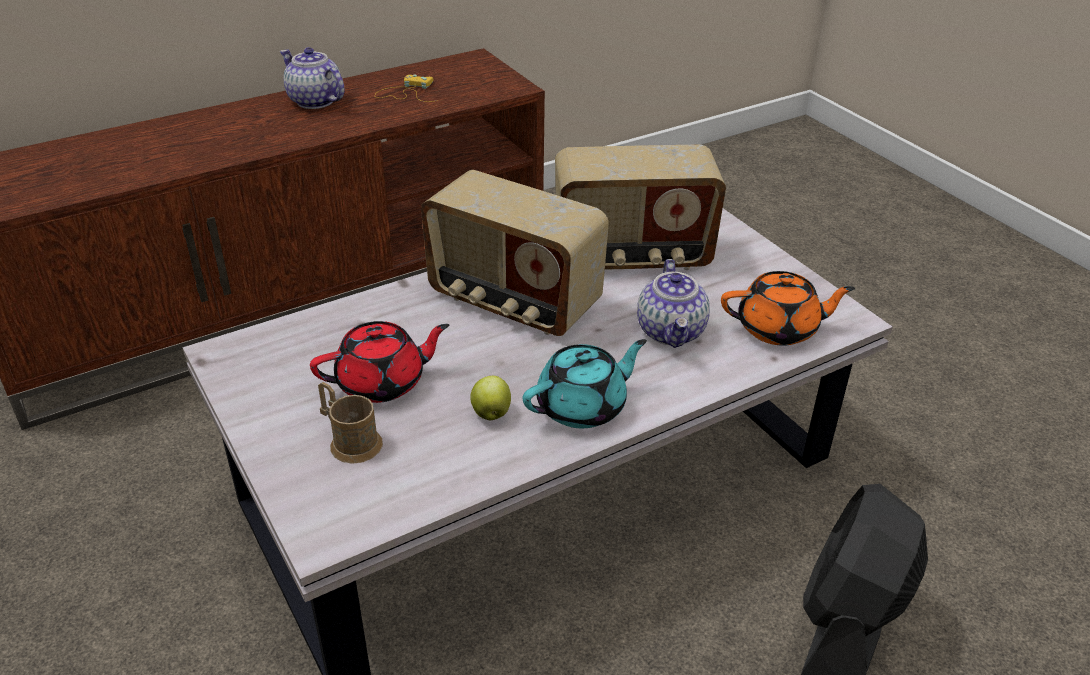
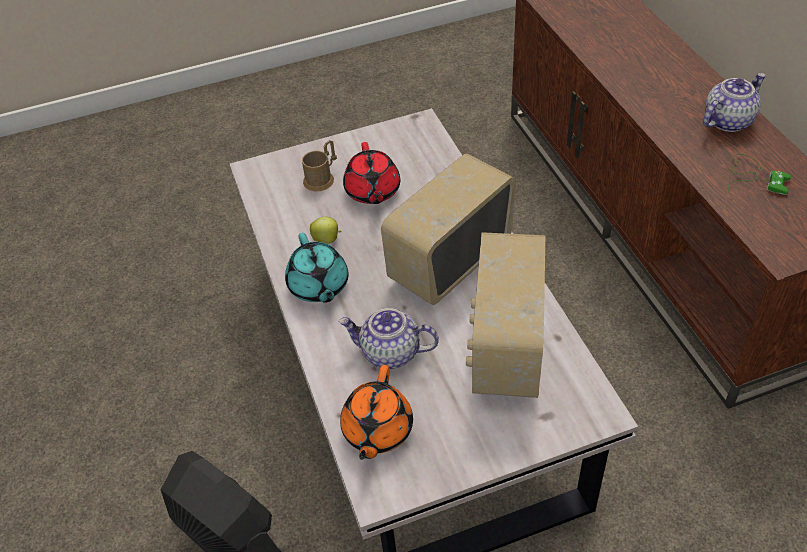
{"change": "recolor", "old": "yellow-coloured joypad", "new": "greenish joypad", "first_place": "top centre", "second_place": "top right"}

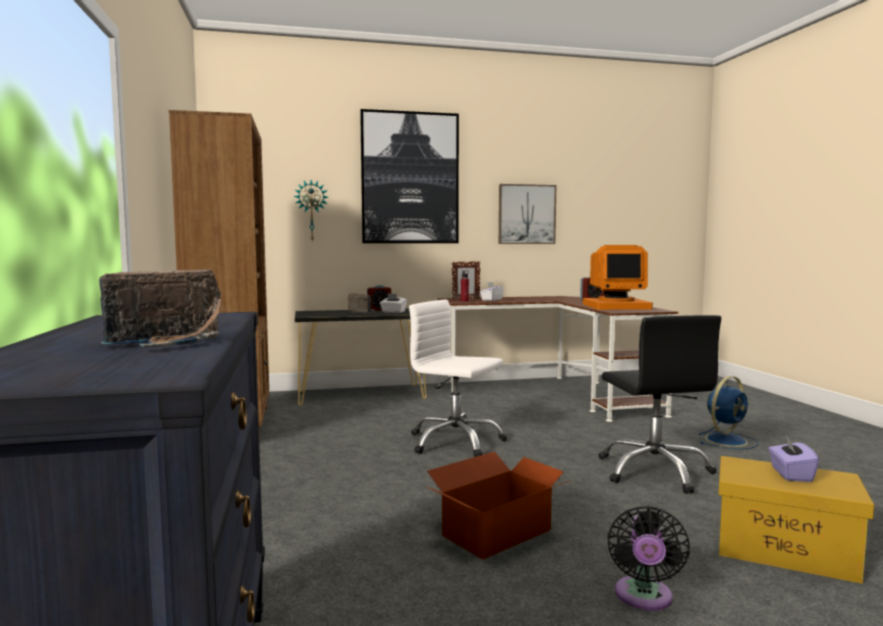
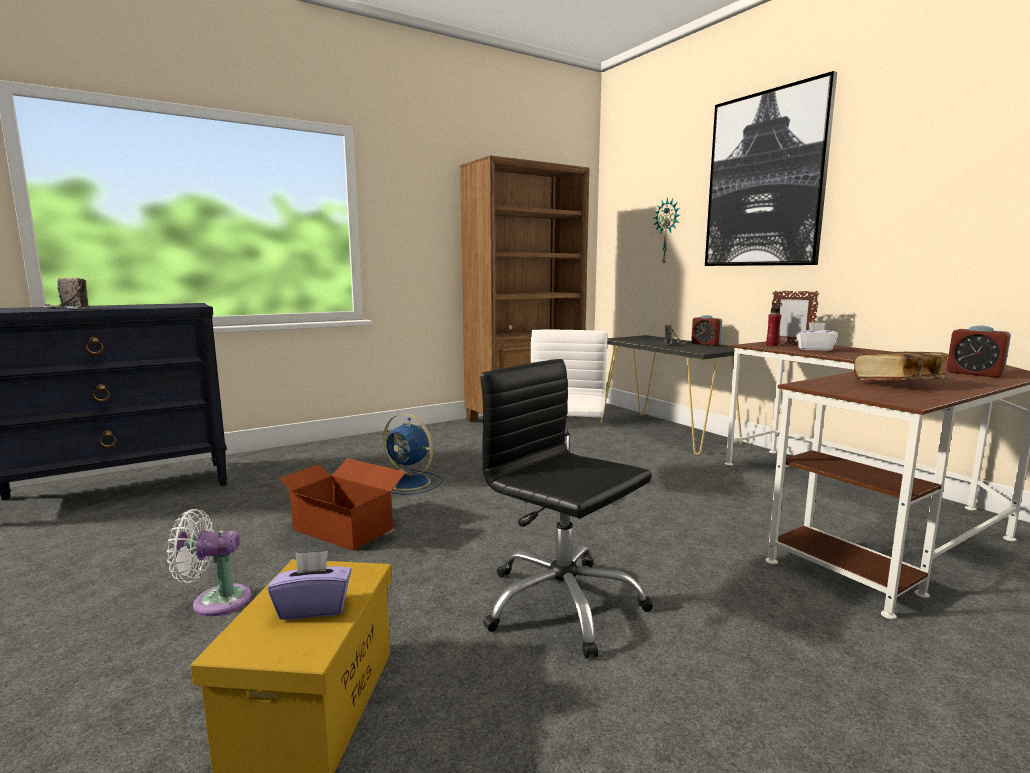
{"change": "delete", "old": "picture (2nd from left)", "first_place": "centre"}
{"change": "replace", "old": "computer screen", "new": "volume", "first_place": "middle right", "second_place": "middle right"}
{"change": "delete", "old": "white box of tissues (1st from left)", "first_place": "centre"}
{"change": "rotate", "old": "black computer chair", "first_place": "middle right", "second_place": "centre", "degrees": 75}
{"change": "move", "old": "blue cooling fan", "first_place": "middle right", "second_place": "centre"}
{"change": "recolor", "old": "black cooling fan", "new": "white cooling fan", "first_place": "bottom right", "second_place": "bottom left"}

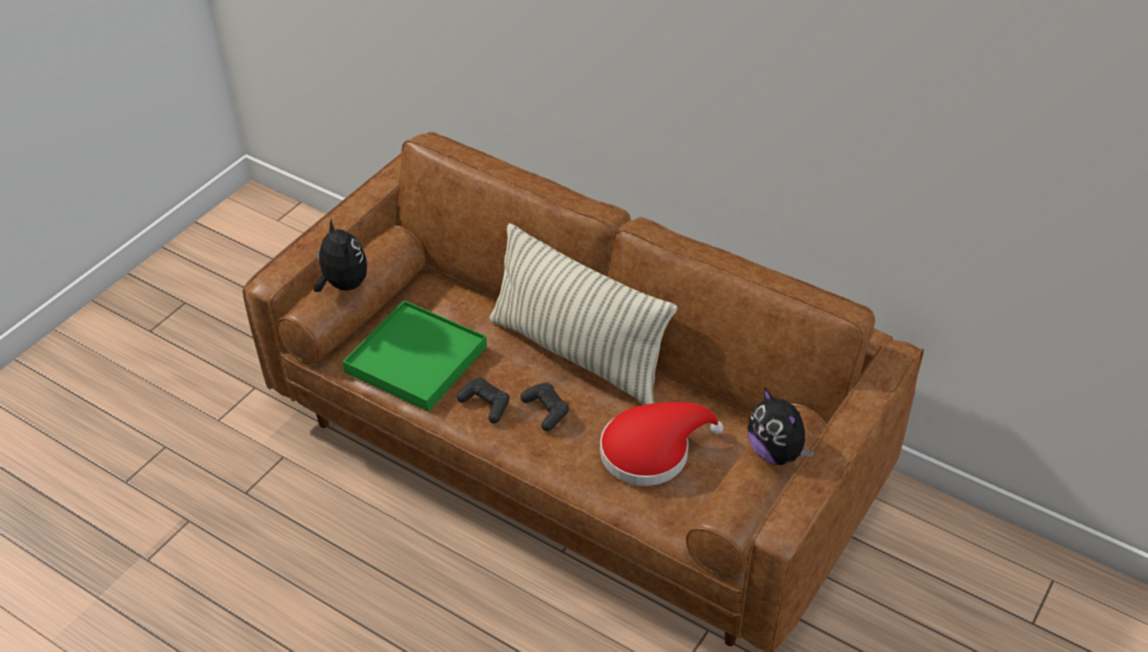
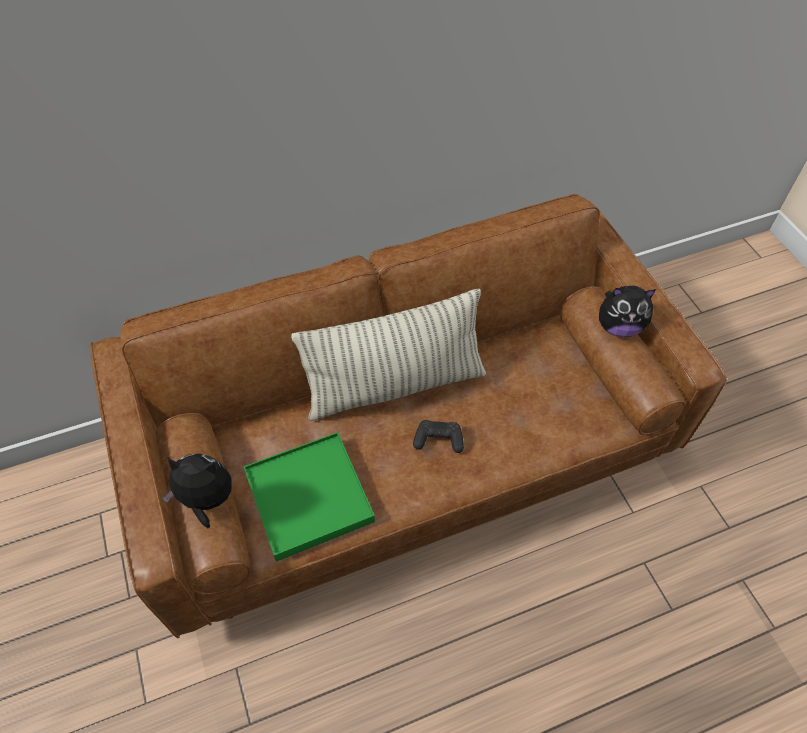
{"change": "delete", "old": "black joypad (1st from left)", "first_place": "centre"}
{"change": "delete", "old": "reddish clothing hat", "first_place": "bottom centre"}

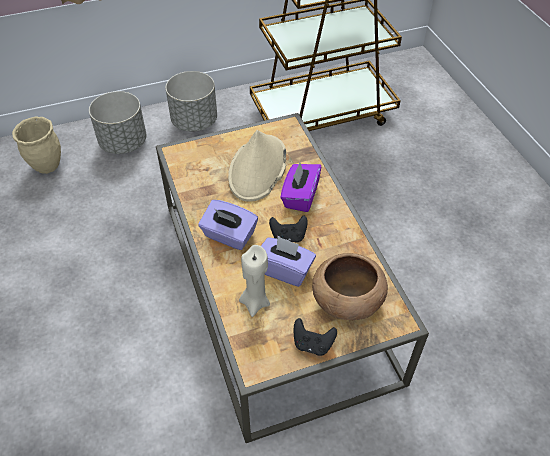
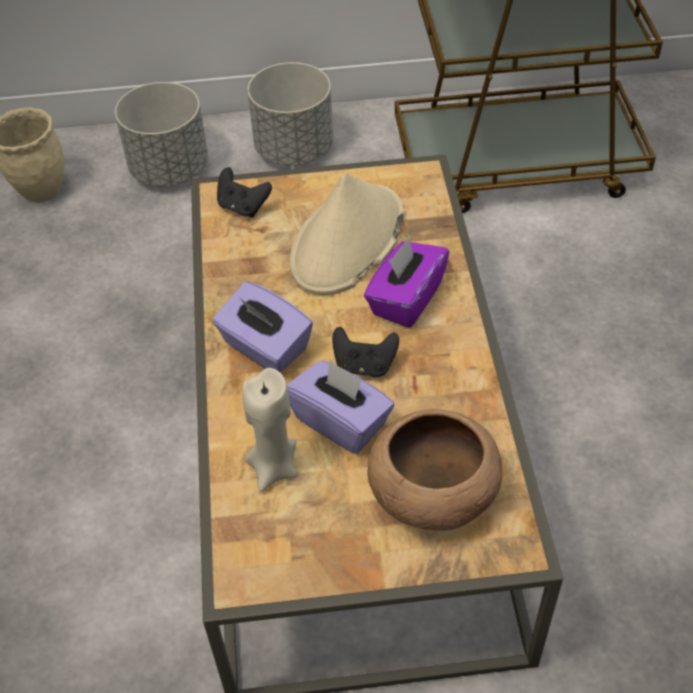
{"change": "move", "old": "black joypad (2nd from left in the first image)", "new": "black joypad (1st from left)", "first_place": "bottom centre", "second_place": "top centre"}

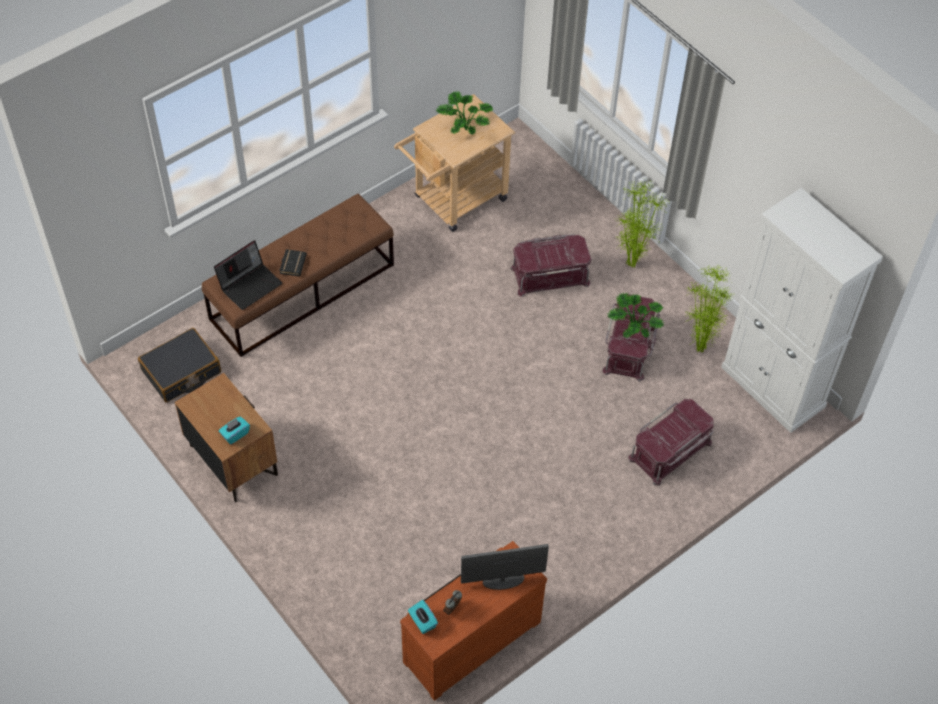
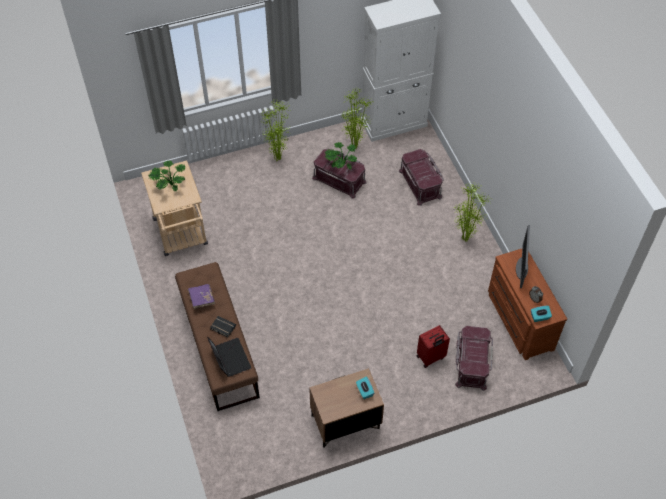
{"change": "move", "old": "reddish storage box (1st from left in the first image)", "new": "reddish storage box (3rd from left)", "first_place": "centre", "second_place": "bottom right"}
{"change": "delete", "old": "black suitcase", "first_place": "middle left"}
{"change": "insert", "new": "potted plant (5th from left)", "second_place": "middle right"}
{"change": "insert", "new": "purple volume", "second_place": "middle left"}
{"change": "insert", "new": "reddish suitcase", "second_place": "bottom centre"}

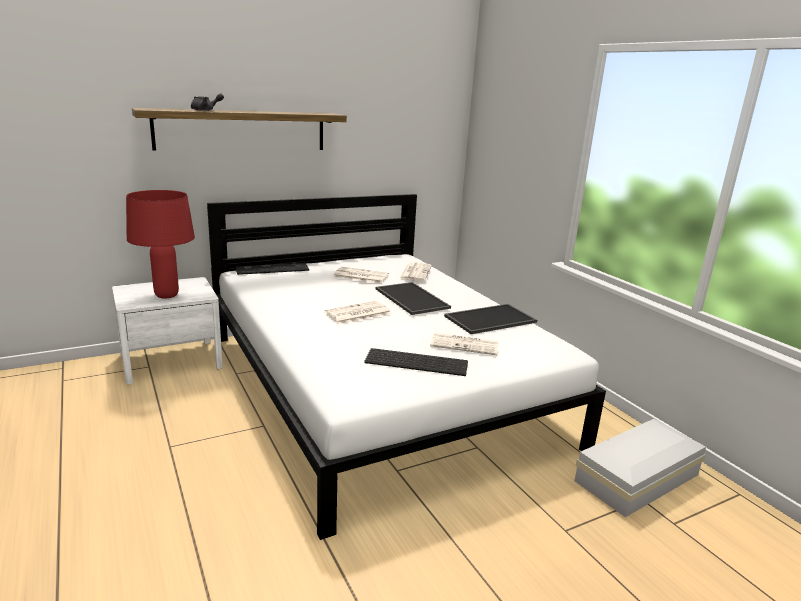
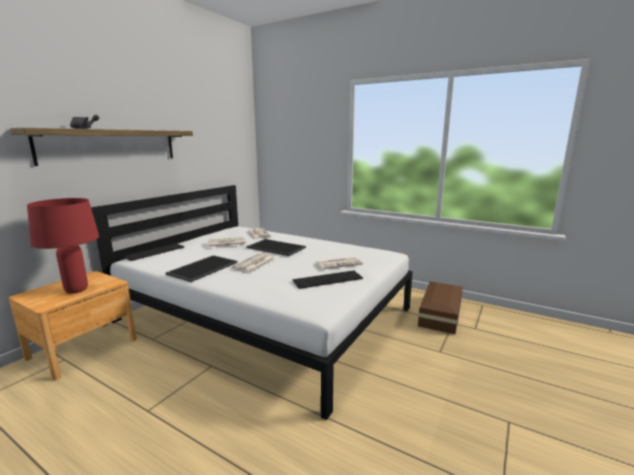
{"change": "recolor", "old": "white nightstand", "new": "brown nightstand", "first_place": "middle left", "second_place": "bottom left"}
{"change": "move", "old": "carrying tray (2nd from left in the first image)", "new": "carrying tray (1st from left)", "first_place": "centre", "second_place": "middle left"}
{"change": "recolor", "old": "white storage box", "new": "brown storage box", "first_place": "bottom right", "second_place": "middle right"}

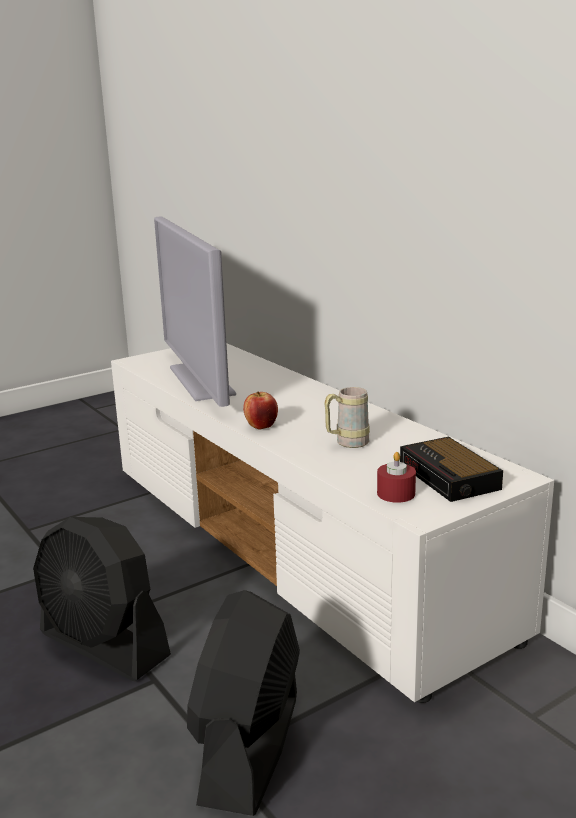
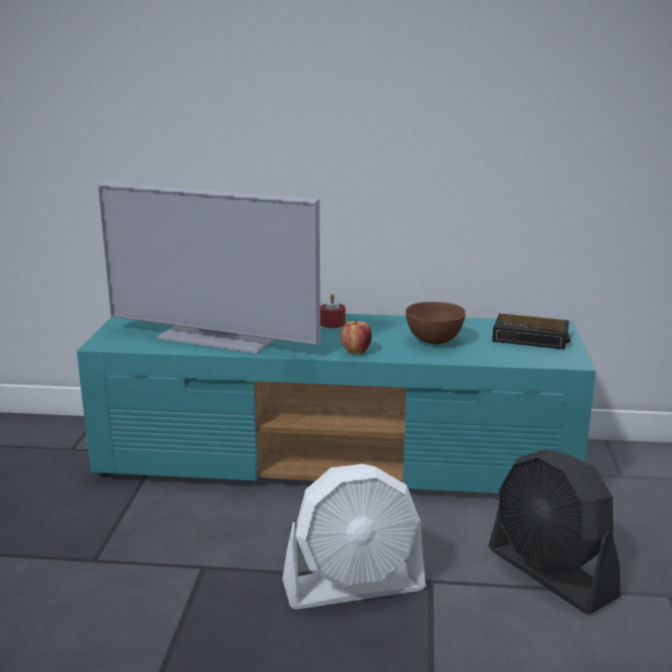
{"change": "recolor", "old": "white tv unit", "new": "blue-green tv unit", "first_place": "centre", "second_place": "centre"}
{"change": "replace", "old": "beige-coloured mug", "new": "brown serving bowl", "first_place": "centre", "second_place": "centre"}
{"change": "move", "old": "reddish wax light", "first_place": "middle right", "second_place": "centre"}
{"change": "recolor", "old": "black cooling fan (1st from left)", "new": "white cooling fan", "first_place": "bottom left", "second_place": "bottom centre"}

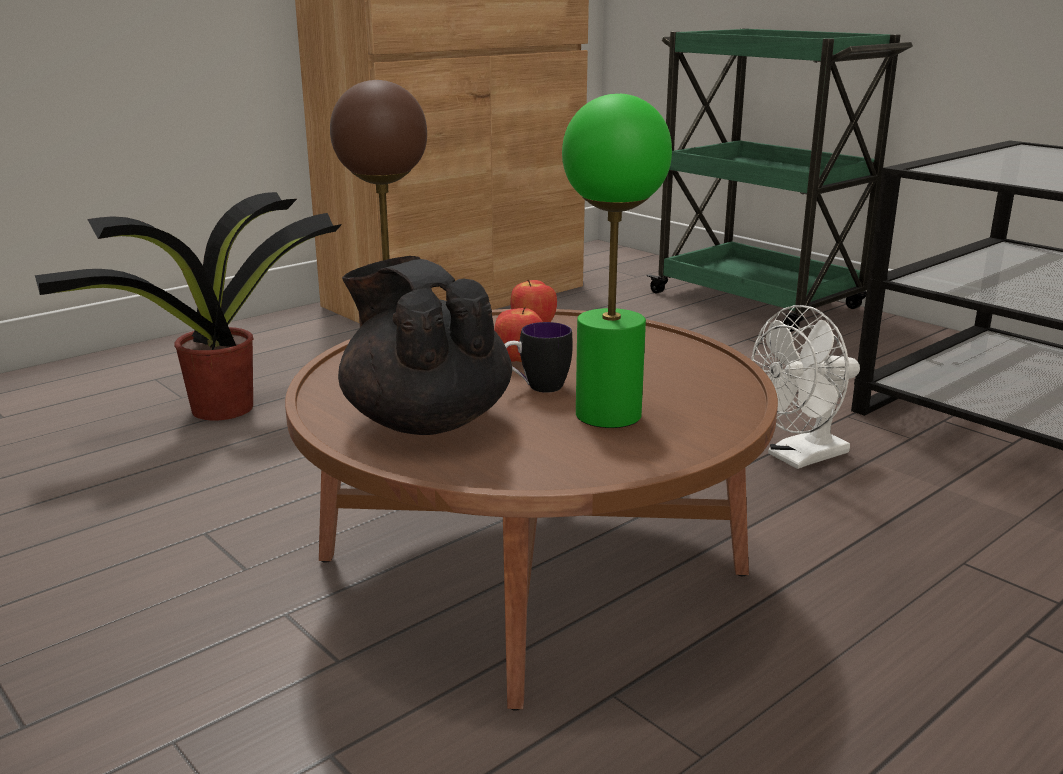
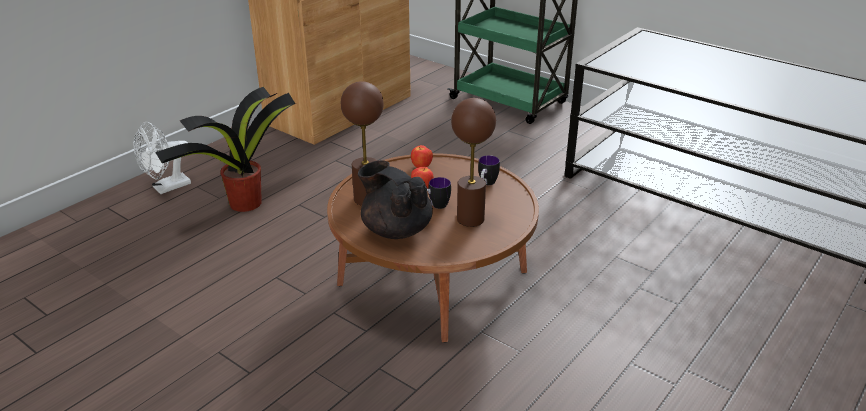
{"change": "recolor", "old": "greenish table lamp", "new": "brown table lamp (2nd from left)", "first_place": "centre", "second_place": "centre"}
{"change": "move", "old": "white cooling fan", "first_place": "middle right", "second_place": "middle left"}
{"change": "insert", "new": "mug (2nd from left)", "second_place": "centre"}

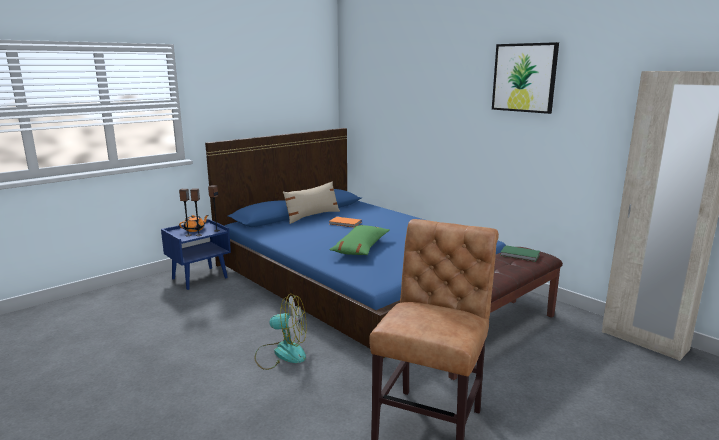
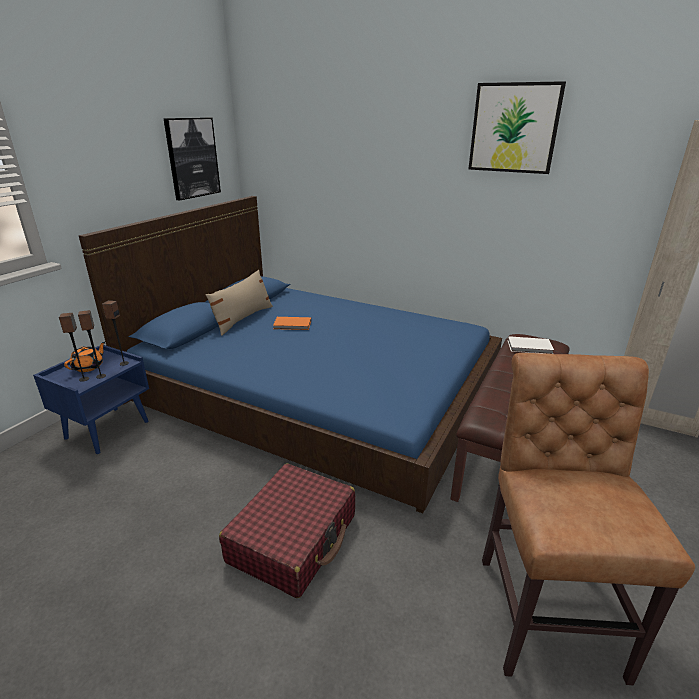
{"change": "delete", "old": "greenish throw pillow", "first_place": "centre"}
{"change": "recolor", "old": "greenish volume", "new": "white volume", "first_place": "middle right", "second_place": "middle right"}
{"change": "replace", "old": "cooling fan", "new": "reddish suitcase", "first_place": "bottom centre", "second_place": "bottom centre"}
{"change": "insert", "new": "picture (1st from left)", "second_place": "top left"}

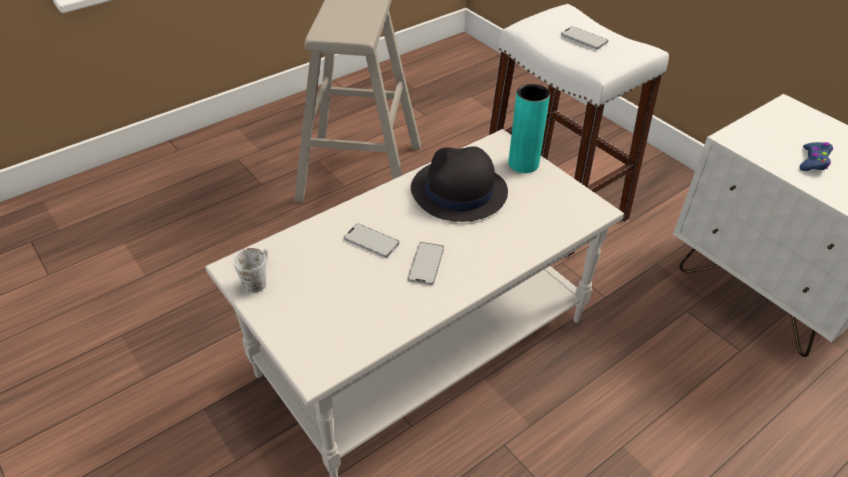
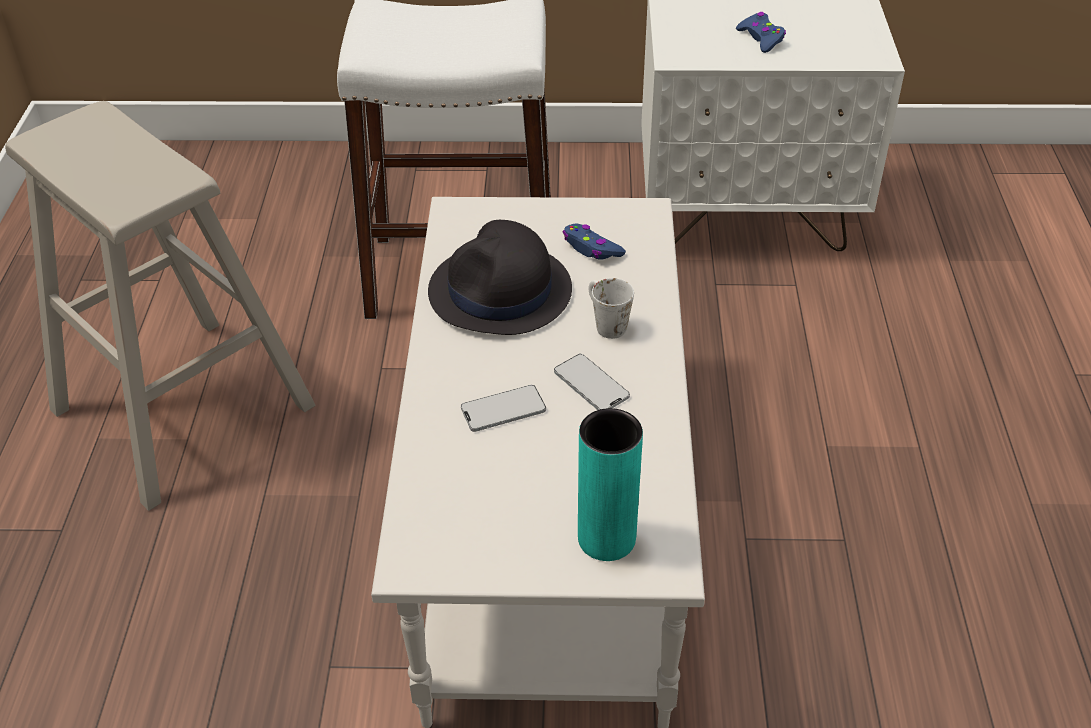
{"change": "delete", "old": "handset (3rd from left)", "first_place": "top right"}
{"change": "move", "old": "blue-green flower vase", "first_place": "top centre", "second_place": "centre"}
{"change": "move", "old": "white mug", "first_place": "middle left", "second_place": "centre"}
{"change": "insert", "new": "blue joypad (1st from left)", "second_place": "top centre"}

